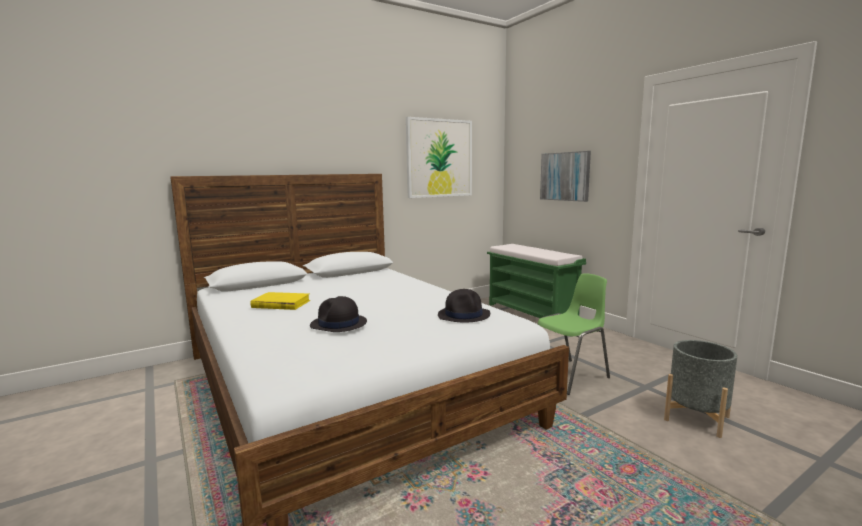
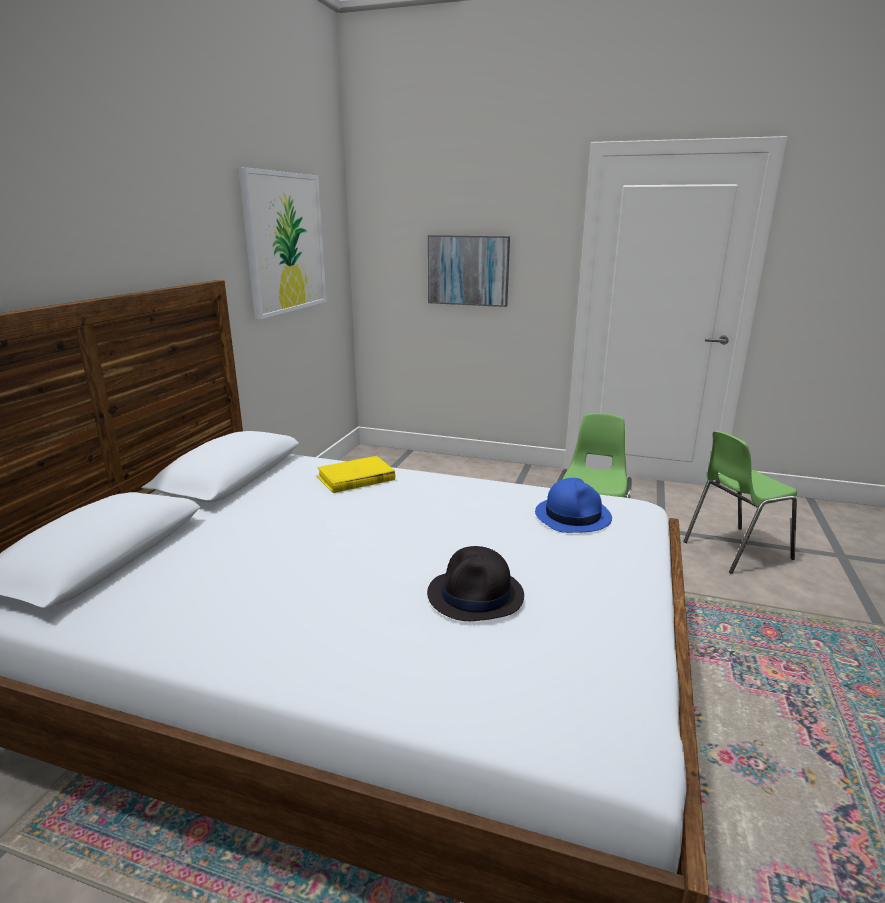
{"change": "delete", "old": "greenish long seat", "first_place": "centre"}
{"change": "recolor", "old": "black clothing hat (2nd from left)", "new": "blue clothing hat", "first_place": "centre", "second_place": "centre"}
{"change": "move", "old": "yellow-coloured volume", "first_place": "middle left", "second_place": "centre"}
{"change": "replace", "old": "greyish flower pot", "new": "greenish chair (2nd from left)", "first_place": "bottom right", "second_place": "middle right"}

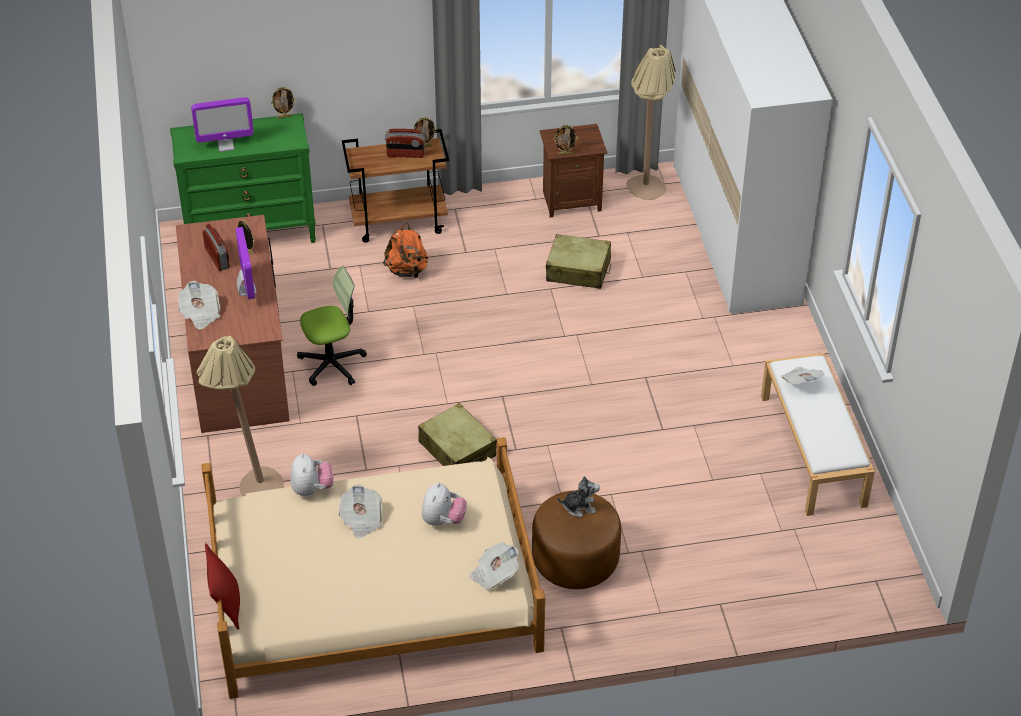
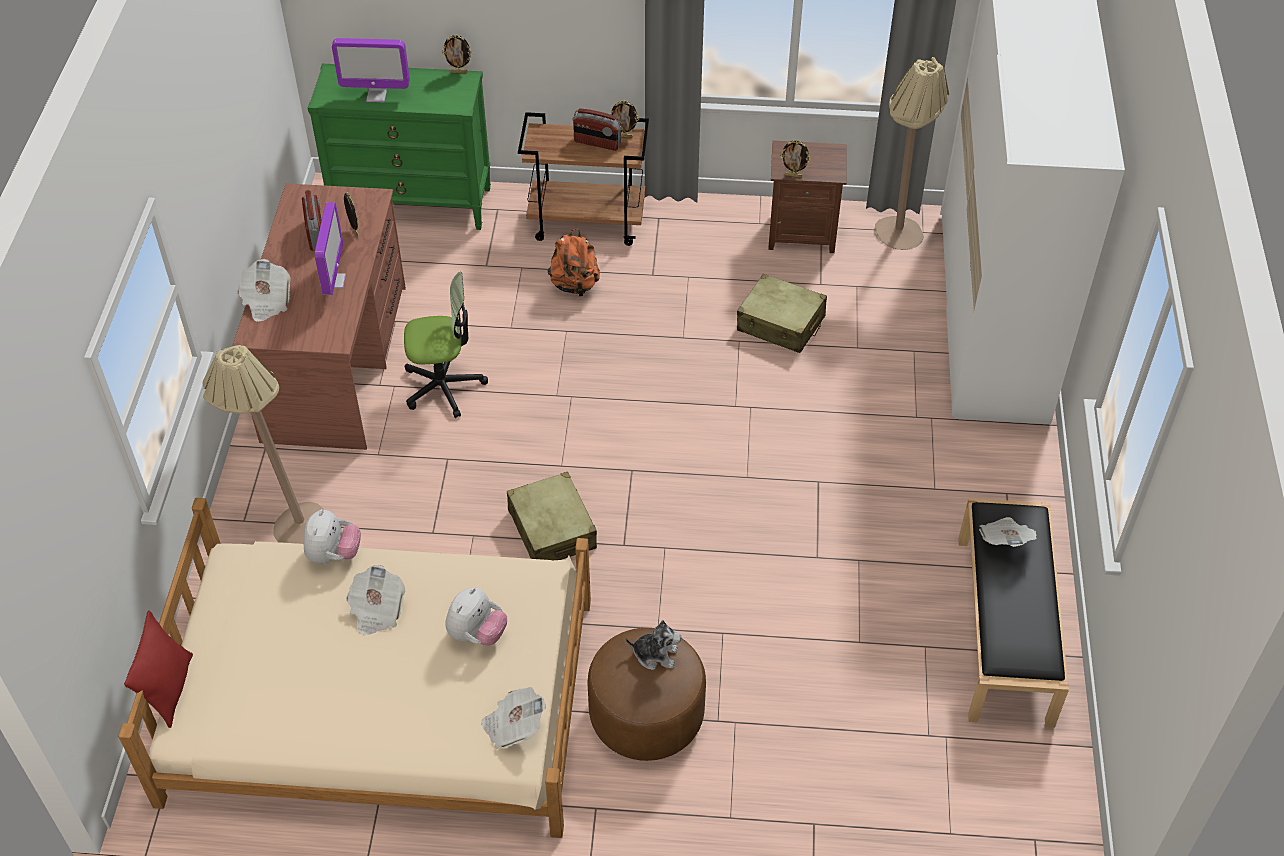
{"change": "recolor", "old": "white long seat", "new": "black long seat", "first_place": "middle right", "second_place": "bottom right"}

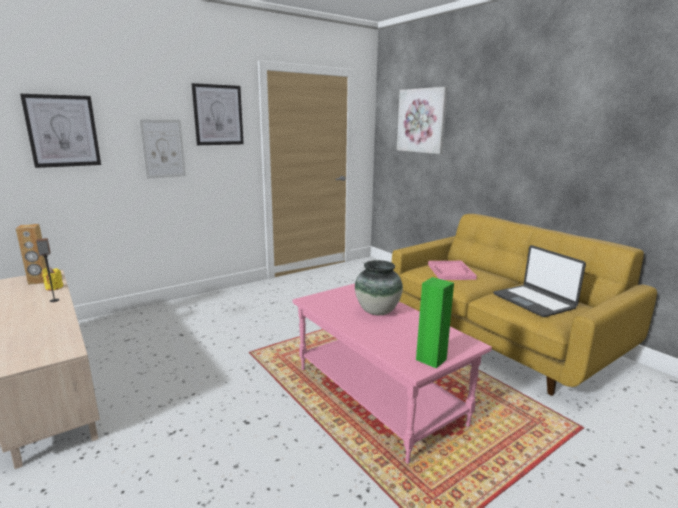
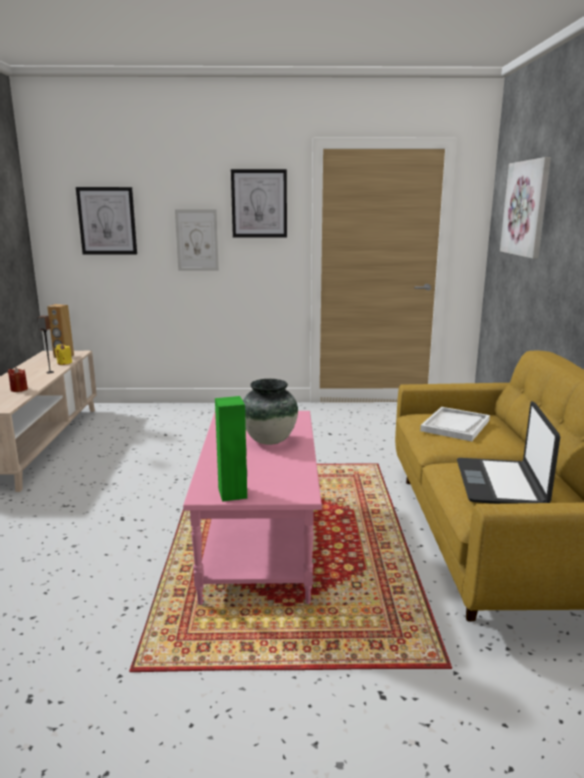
{"change": "recolor", "old": "pink carrying tray", "new": "white carrying tray", "first_place": "middle right", "second_place": "middle right"}
{"change": "insert", "new": "reddish wax light", "second_place": "middle left"}

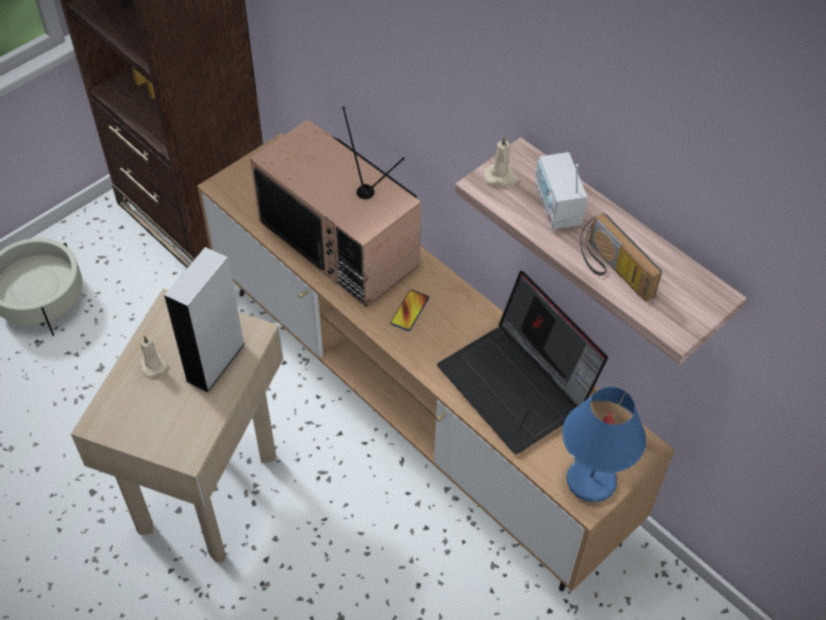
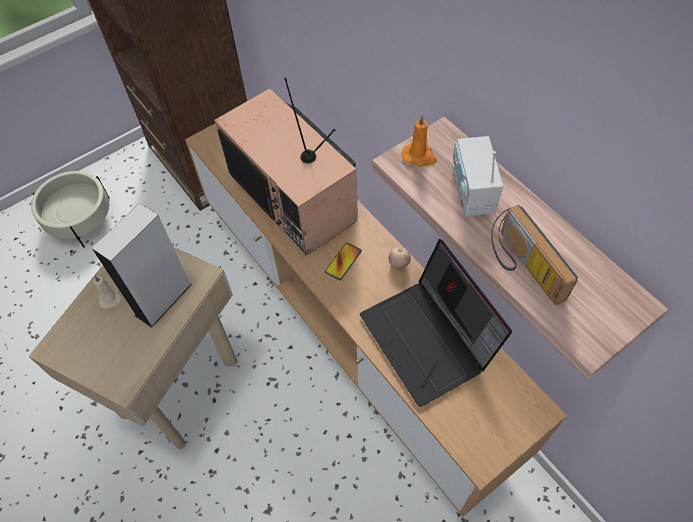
{"change": "recolor", "old": "beige-coloured wax light (2nd from left)", "new": "orangey wax light", "first_place": "top centre", "second_place": "top centre"}
{"change": "delete", "old": "blue table lamp", "first_place": "bottom right"}
{"change": "insert", "new": "apple fruit", "second_place": "centre"}

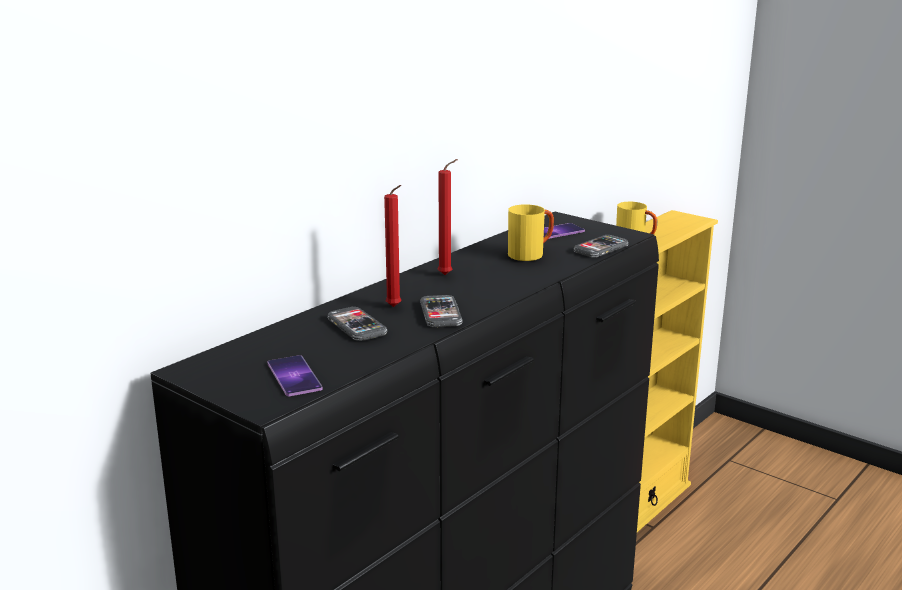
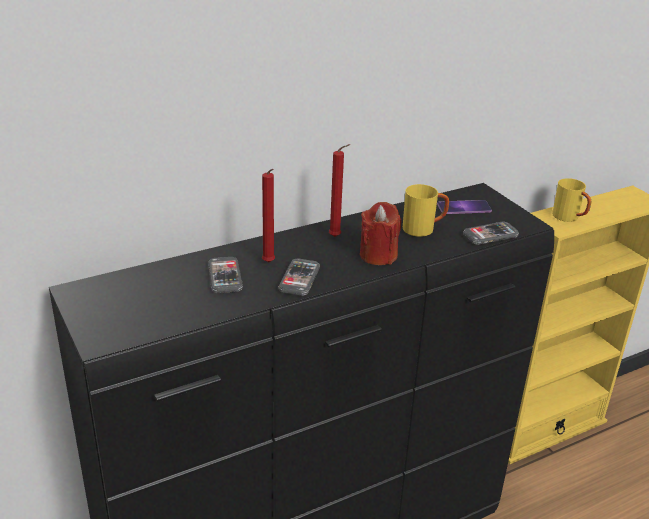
{"change": "delete", "old": "handset (1st from left)", "first_place": "middle left"}
{"change": "insert", "new": "reddish wax light (3rd from left)", "second_place": "centre"}

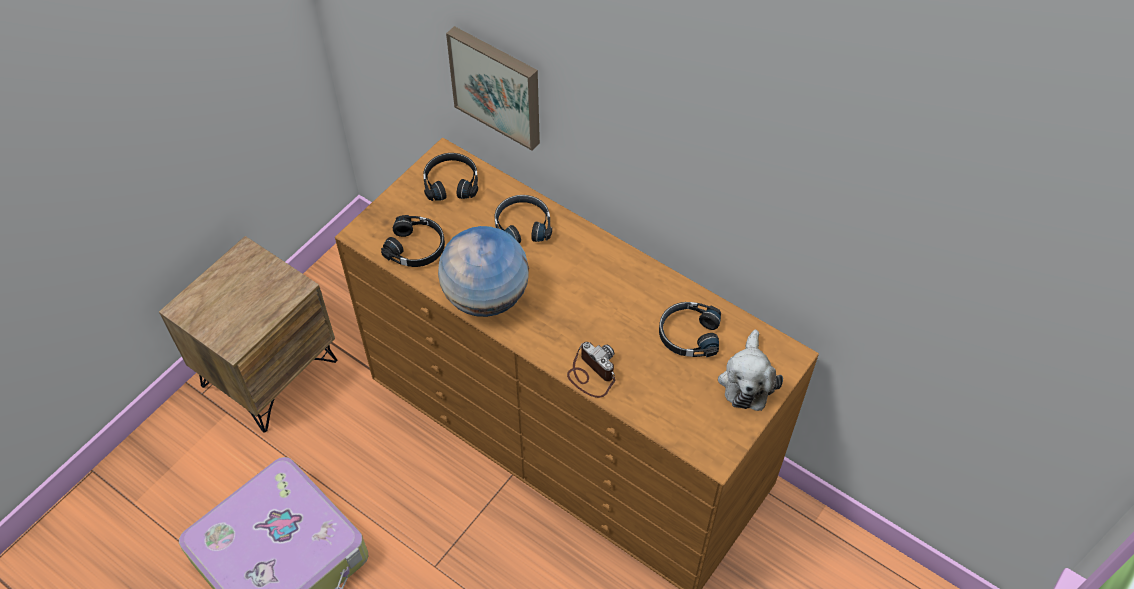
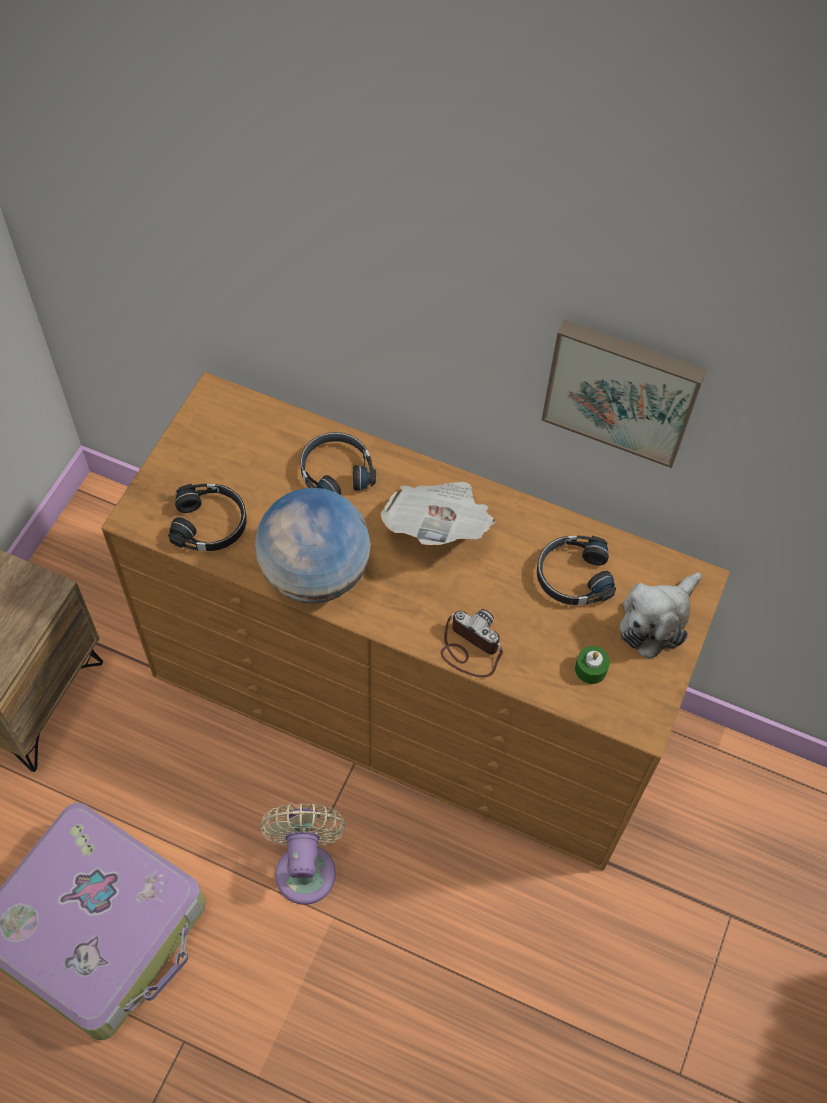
{"change": "move", "old": "picture", "first_place": "top centre", "second_place": "middle right"}
{"change": "delete", "old": "black headset (2nd from left)", "first_place": "top centre"}
{"change": "rotate", "old": "soft toy", "first_place": "centre", "second_place": "middle right", "degrees": 45}
{"change": "insert", "new": "daily paper", "second_place": "centre"}
{"change": "insert", "new": "greenish wax light", "second_place": "middle right"}
{"change": "insert", "new": "beige-coloured cooling fan", "second_place": "bottom centre"}

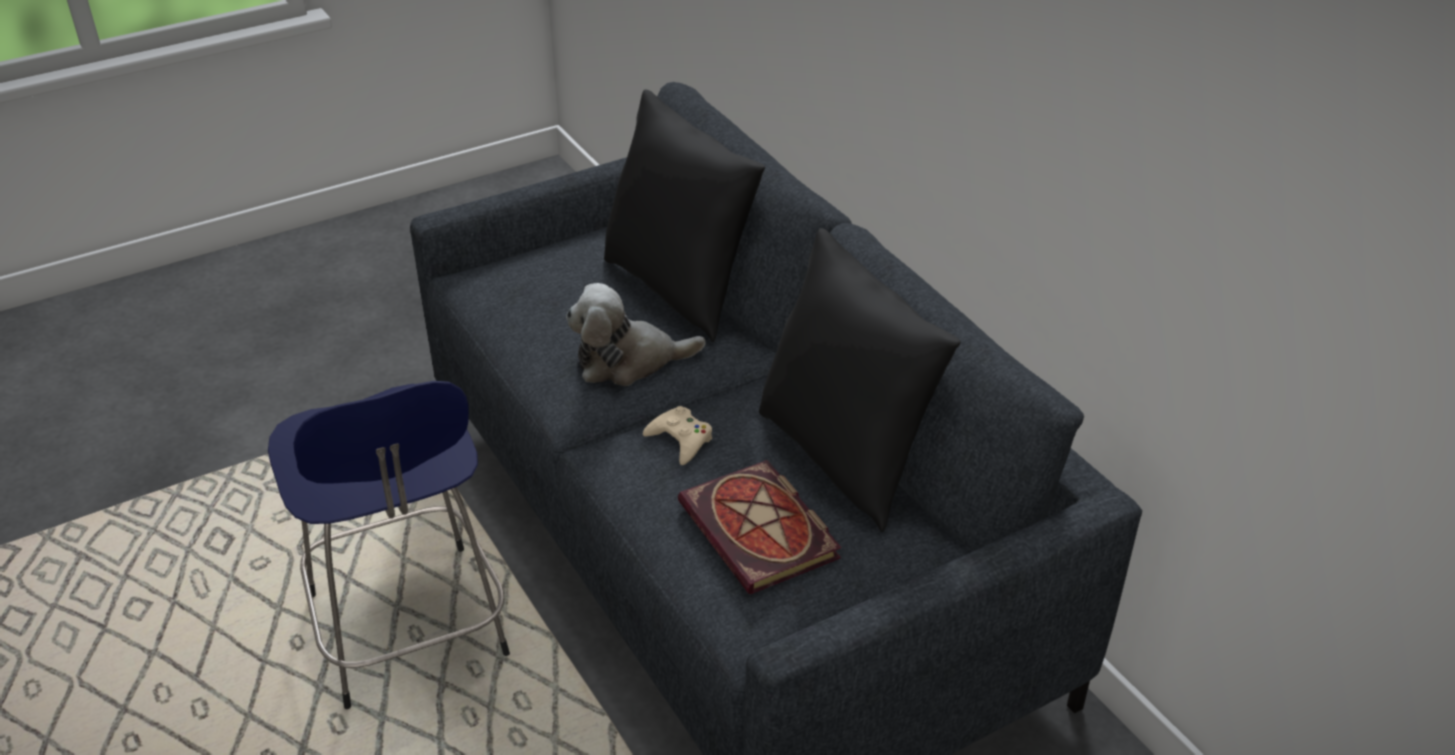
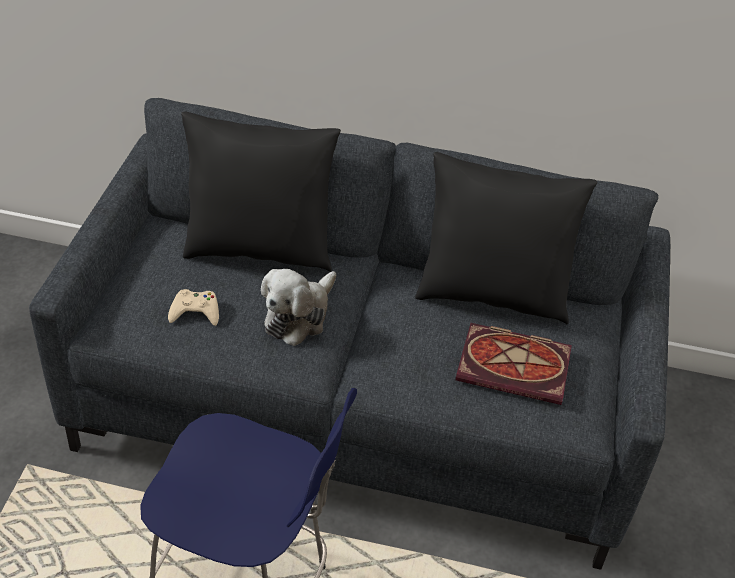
{"change": "move", "old": "beige-coloured joypad", "first_place": "centre", "second_place": "middle left"}

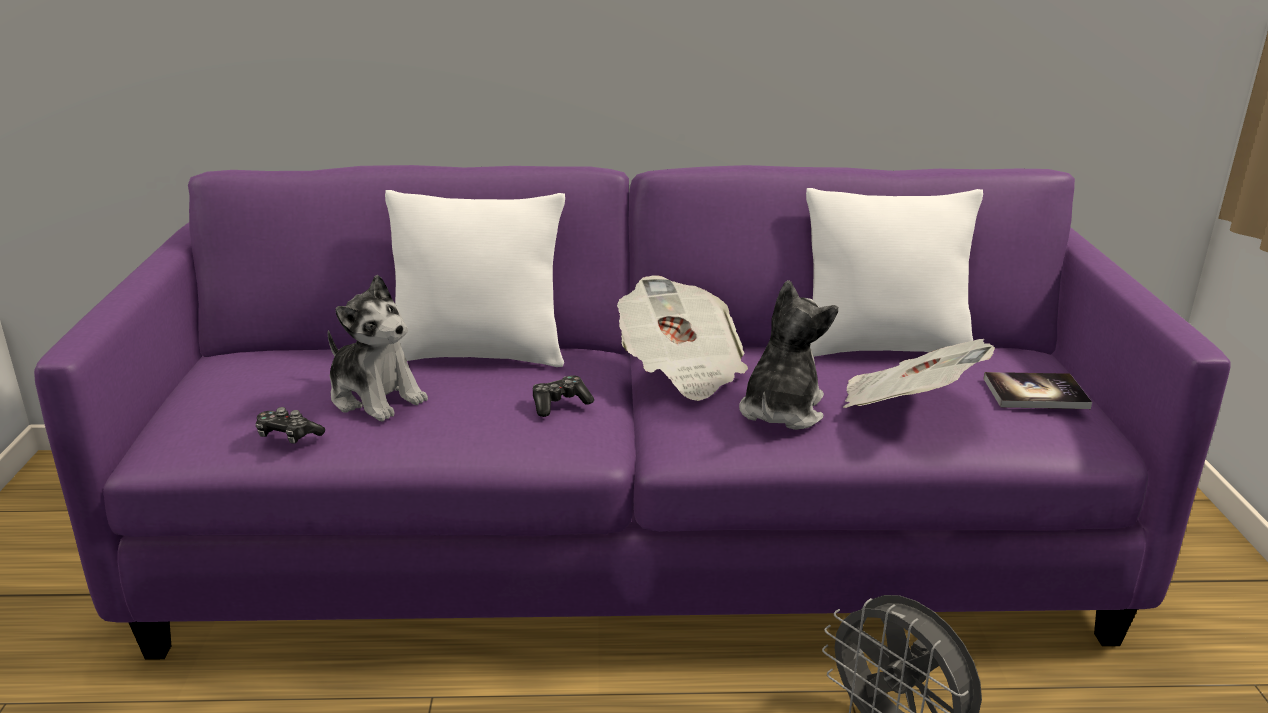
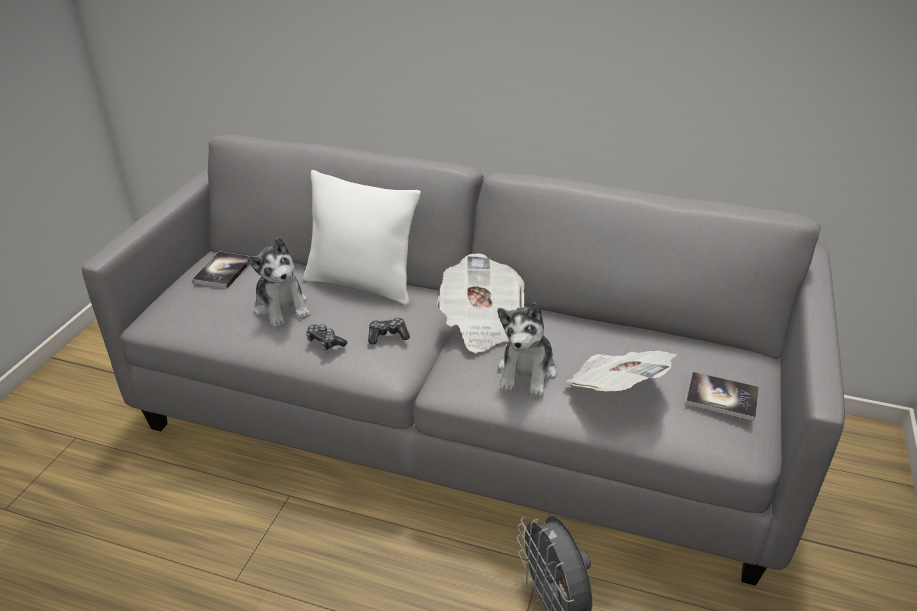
{"change": "recolor", "old": "purple settee", "new": "greyish settee", "first_place": "centre", "second_place": "centre"}
{"change": "delete", "old": "white throw pillow (2nd from left)", "first_place": "middle right"}
{"change": "rotate", "old": "soft toy (2nd from left)", "first_place": "centre", "second_place": "centre", "degrees": 150}
{"change": "move", "old": "joypad (1st from left)", "first_place": "middle left", "second_place": "centre"}
{"change": "insert", "new": "volume (1st from left)", "second_place": "middle left"}

